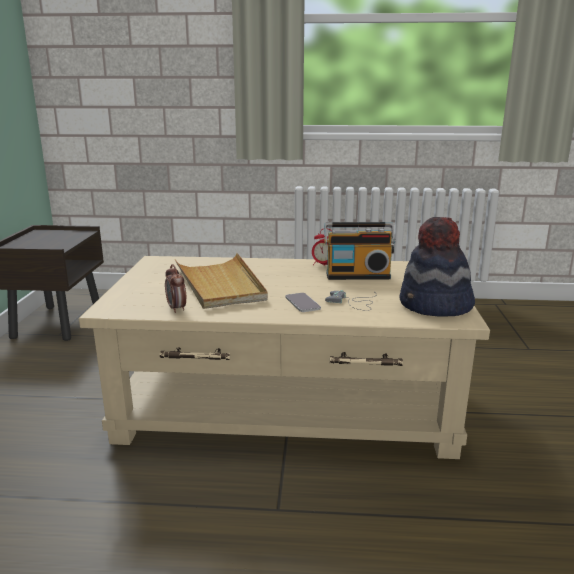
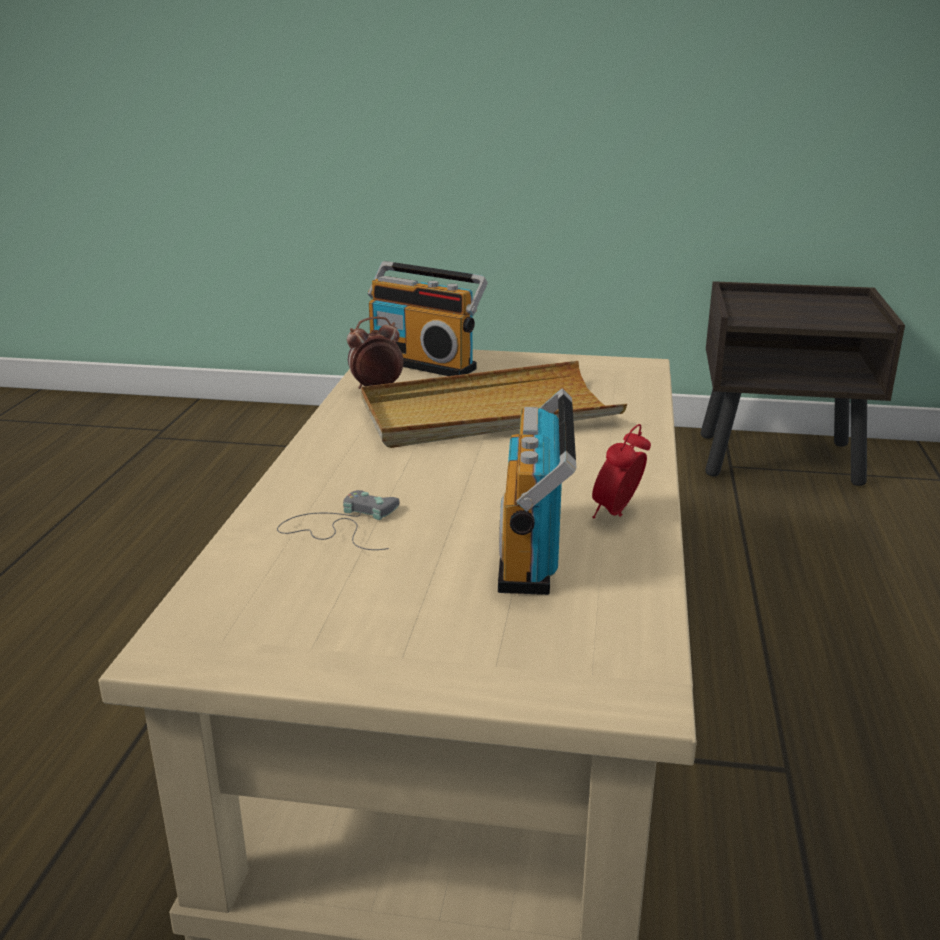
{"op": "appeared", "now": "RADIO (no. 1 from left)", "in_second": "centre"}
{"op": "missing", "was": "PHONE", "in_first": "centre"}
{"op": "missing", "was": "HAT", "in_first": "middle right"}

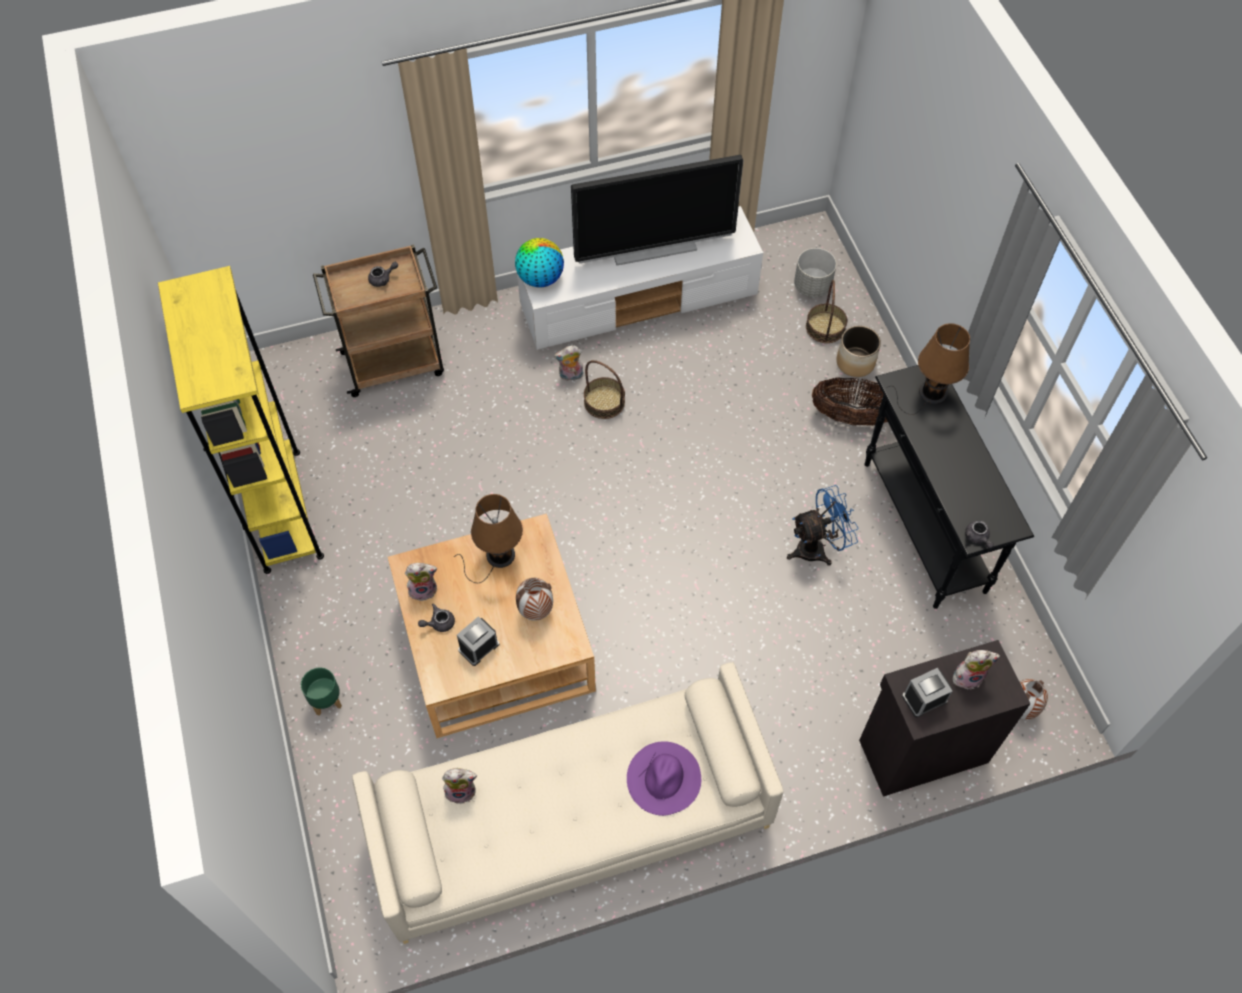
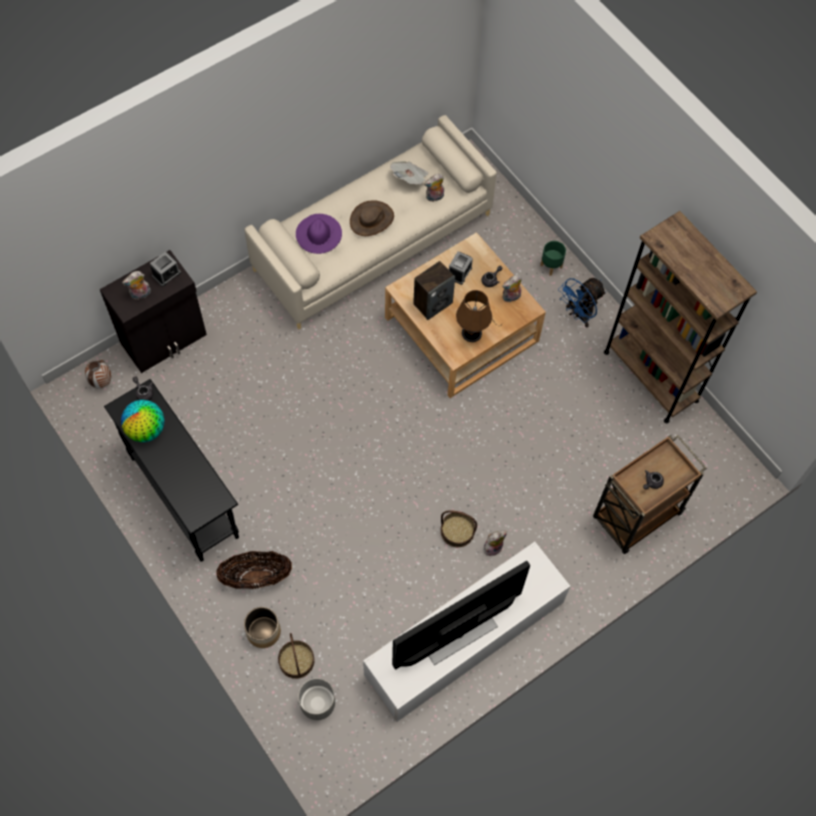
{"op": "relocated", "was": "GLOBE", "in_first": "top centre", "in_second": "middle left"}
{"op": "appeared", "now": "BROWN HAT", "in_second": "top centre"}
{"op": "appeared", "now": "NEWSPAPER", "in_second": "top centre"}
{"op": "exchanged", "was": "VASE (no. 1 from left)", "now": "SPEAKER", "in_first": "centre", "in_second": "centre"}
{"op": "relocated", "was": "BLUE FAN", "in_first": "centre", "in_second": "middle right"}
{"op": "colour", "was": "YELLOW BOOKCASE", "now": "BROWN BOOKCASE", "in_first": "middle left", "in_second": "middle right"}
{"op": "missing", "was": "BROWN TABLE LAMP (no. 2 from left)", "in_first": "middle right"}

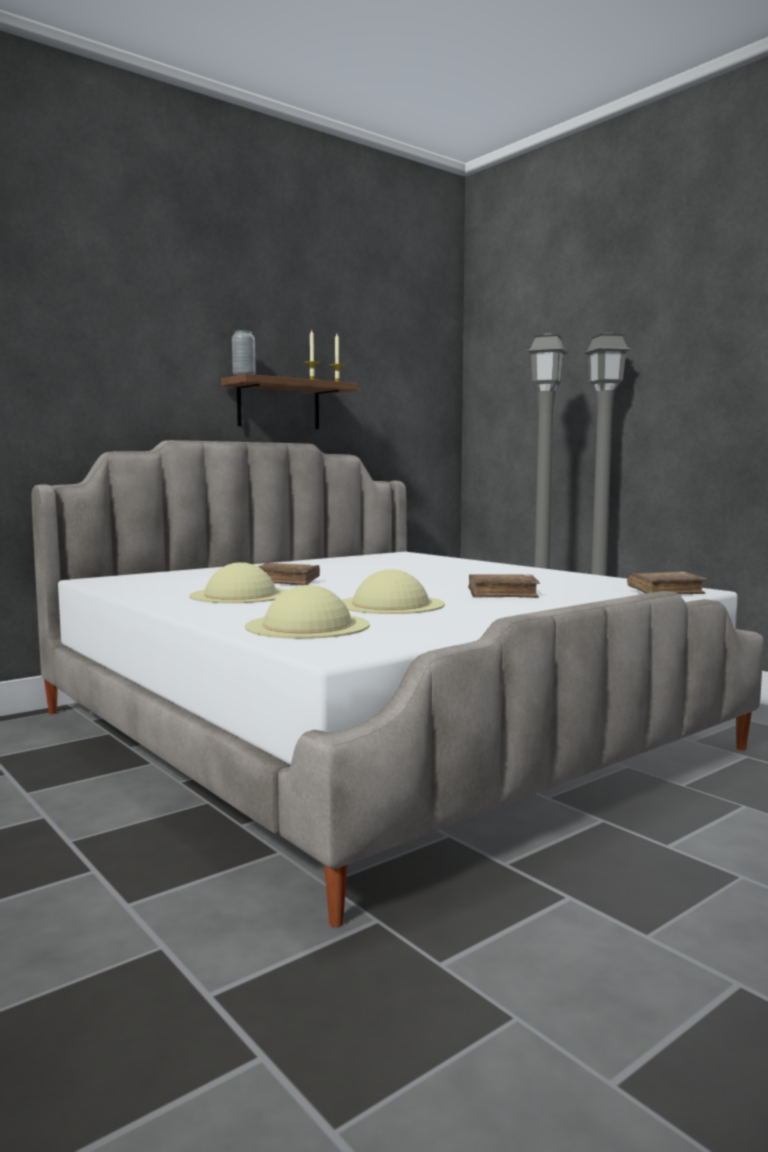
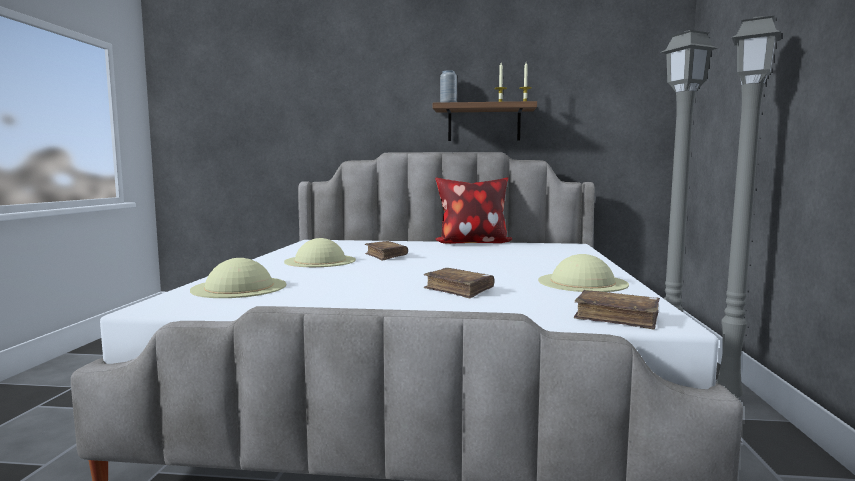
{"op": "appeared", "now": "PILLOW", "in_second": "centre"}
{"op": "relocated", "was": "BEIGE HAT (no. 3 from left)", "in_first": "centre", "in_second": "middle right"}

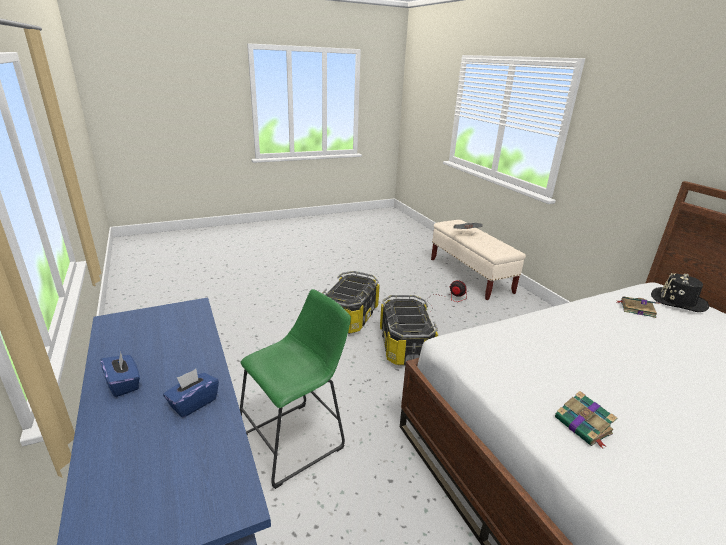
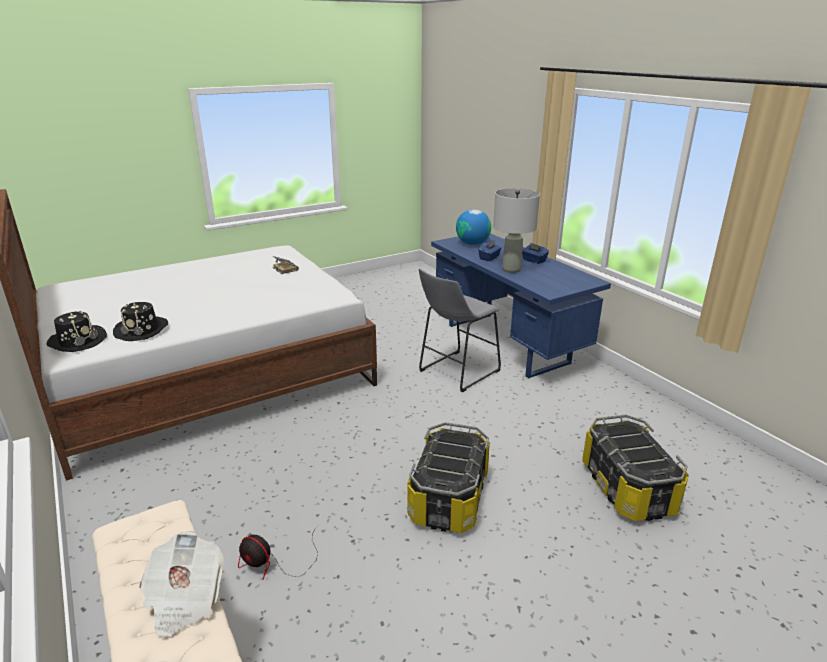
{"op": "exchanged", "was": "BOOK (no. 2 from left)", "now": "BLACK HAT (no. 2 from left)", "in_first": "middle right", "in_second": "middle left"}
{"op": "colour", "was": "GREEN STOOL", "now": "GREY STOOL", "in_first": "bottom centre", "in_second": "centre"}
{"op": "appeared", "now": "GLOBE", "in_second": "centre"}
{"op": "appeared", "now": "GREY TABLE LAMP", "in_second": "centre"}
{"op": "relocated", "was": "STORAGE BOX (no. 2 from left)", "in_first": "centre", "in_second": "bottom right"}

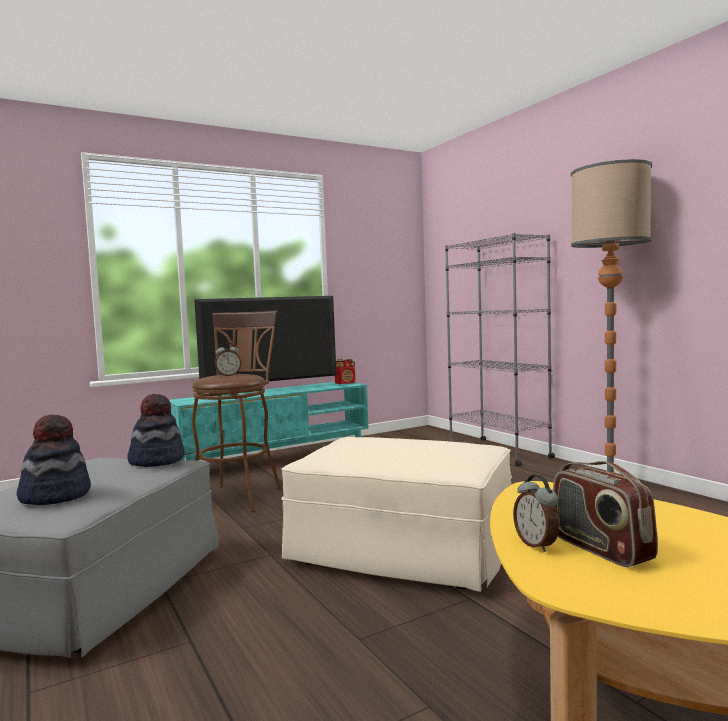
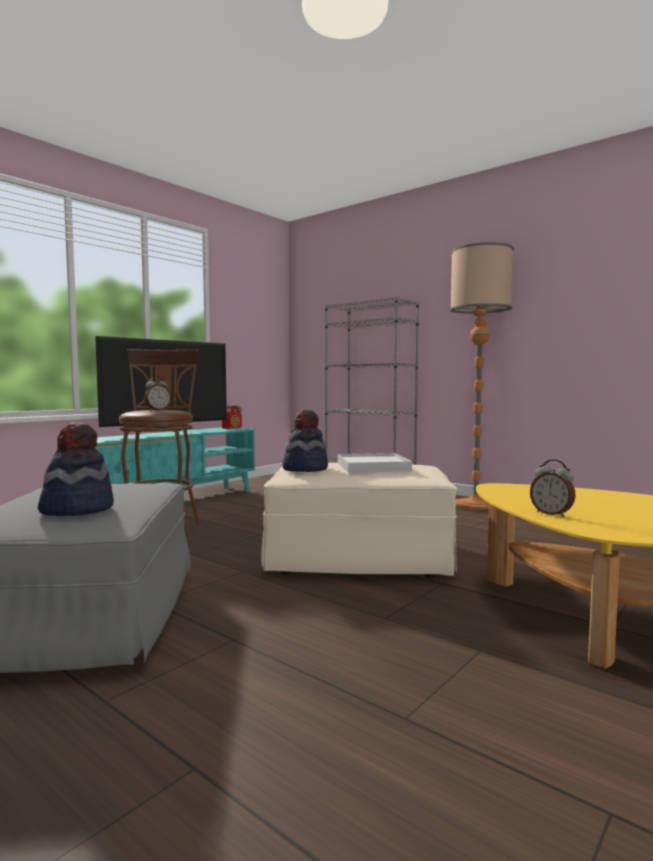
{"op": "relocated", "was": "HAT (no. 2 from left)", "in_first": "middle left", "in_second": "centre"}
{"op": "appeared", "now": "WHITE TRAY", "in_second": "centre"}
{"op": "missing", "was": "RADIO (no. 2 from left)", "in_first": "bottom right"}

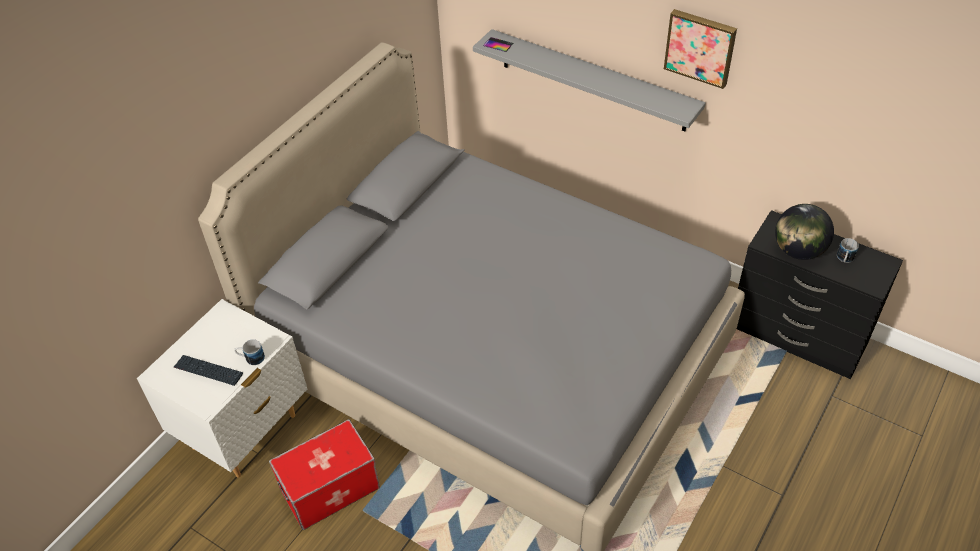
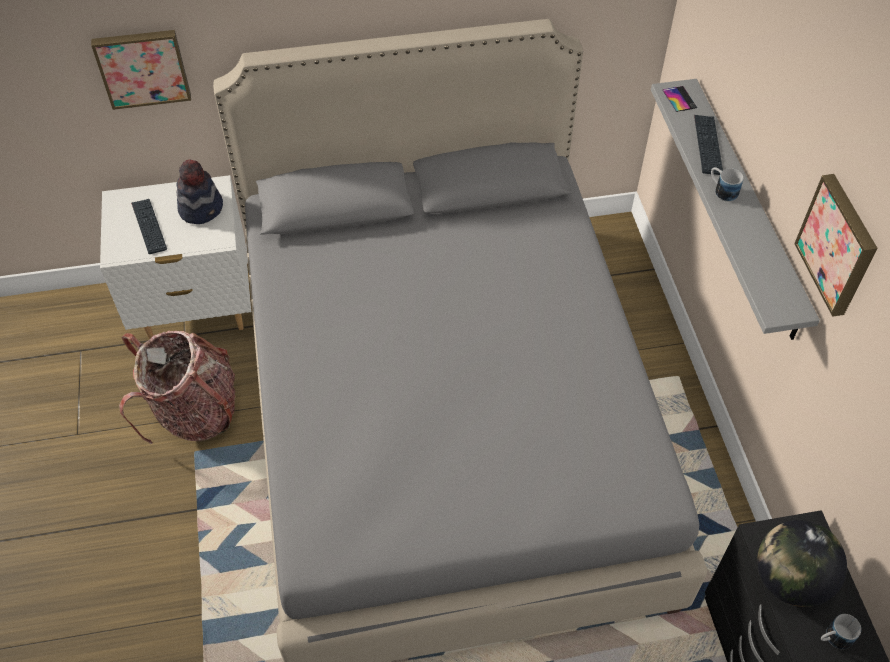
{"op": "appeared", "now": "PICTURE (no. 1 from left)", "in_second": "top left"}
{"op": "exchanged", "was": "STORAGE BOX", "now": "BACKPACK", "in_first": "bottom left", "in_second": "middle left"}
{"op": "appeared", "now": "HAT", "in_second": "top left"}
{"op": "appeared", "now": "KEYBOARD (no. 2 from left)", "in_second": "top right"}
{"op": "relocated", "was": "MUG (no. 1 from left)", "in_first": "middle left", "in_second": "top right"}

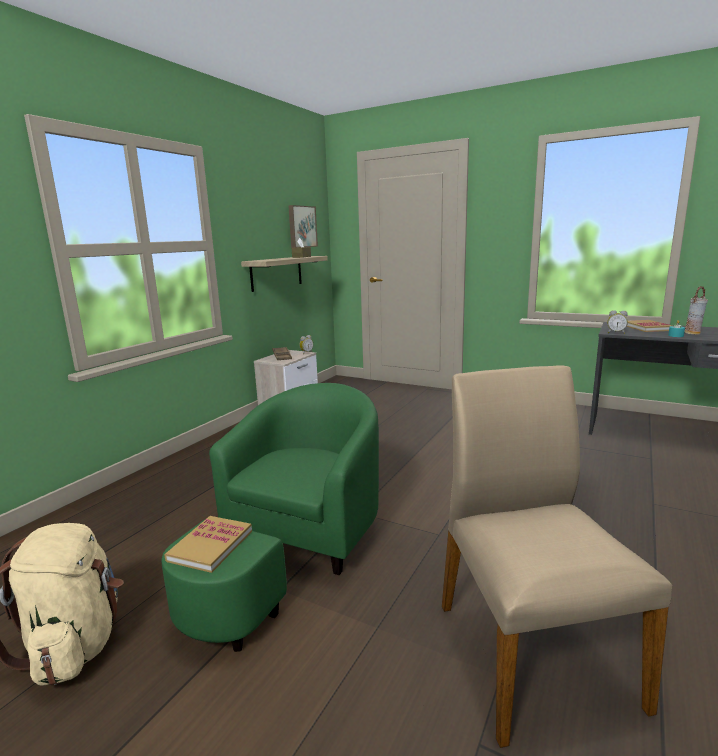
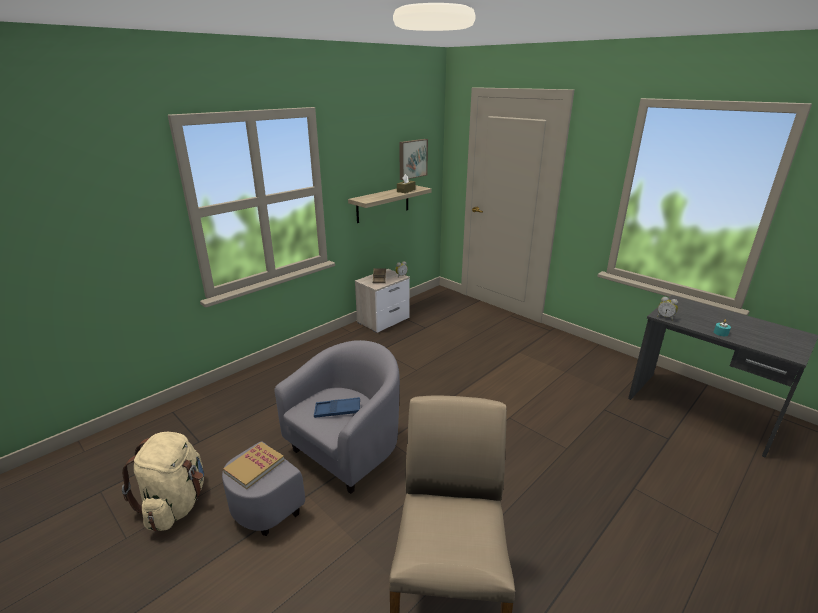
{"op": "colour", "was": "GREEN ARMCHAIR", "now": "GREY ARMCHAIR", "in_first": "bottom centre", "in_second": "bottom centre"}
{"op": "appeared", "now": "BLUE TRAY", "in_second": "centre"}
{"op": "missing", "was": "BOOK (no. 2 from left)", "in_first": "middle right"}
{"op": "missing", "was": "VASE", "in_first": "middle right"}

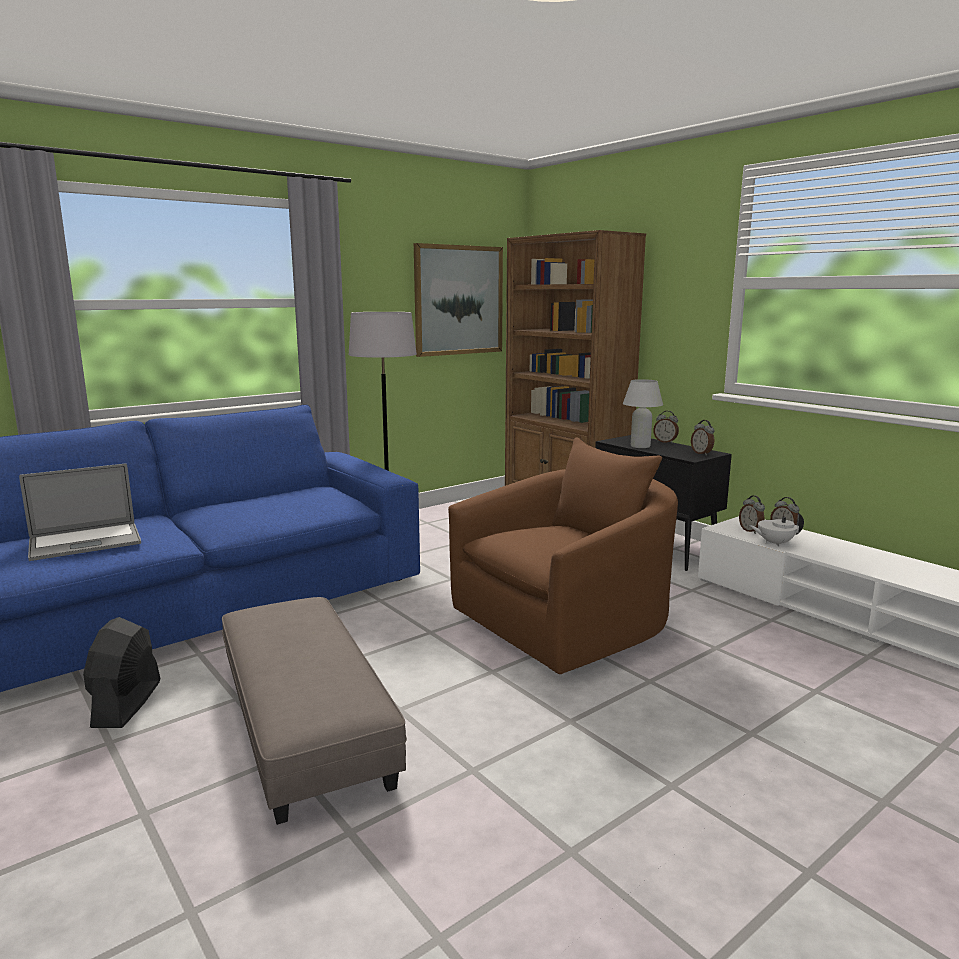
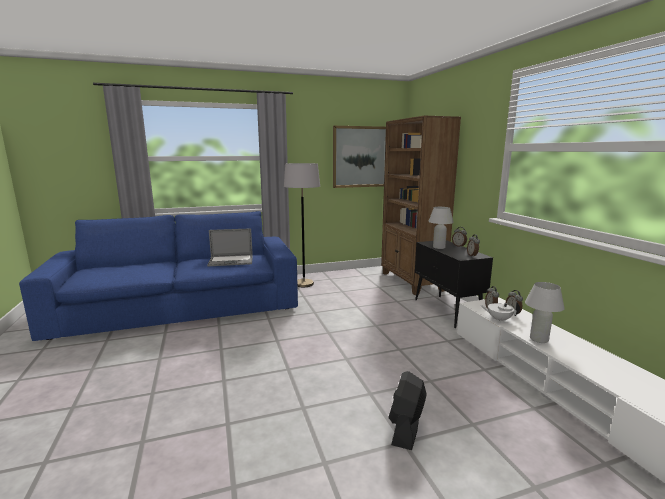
{"op": "relocated", "was": "LAPTOP", "in_first": "middle left", "in_second": "centre"}
{"op": "relocated", "was": "BLACK FAN", "in_first": "bottom left", "in_second": "bottom centre"}
{"op": "appeared", "now": "WHITE TABLE LAMP (no. 2 from left)", "in_second": "middle right"}
{"op": "missing", "was": "GREY OTTOMAN", "in_first": "bottom left"}
{"op": "missing", "was": "BROWN ARMCHAIR", "in_first": "centre"}

